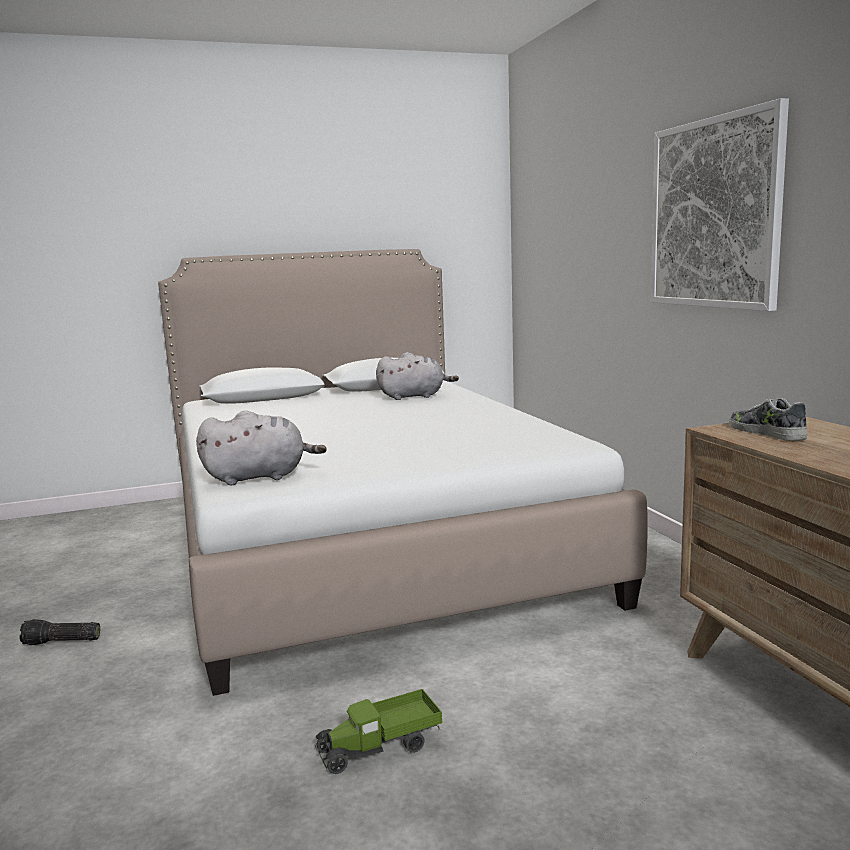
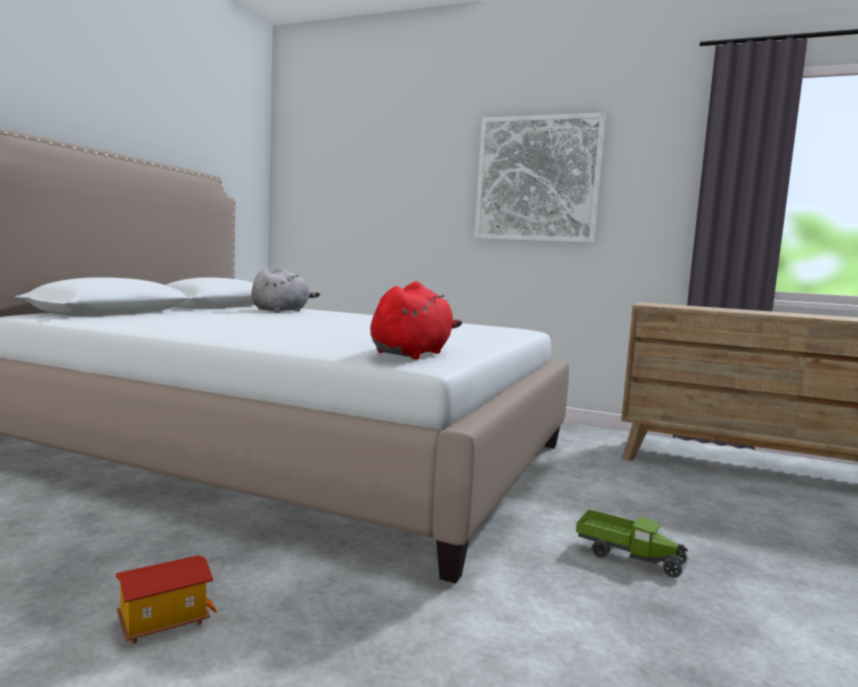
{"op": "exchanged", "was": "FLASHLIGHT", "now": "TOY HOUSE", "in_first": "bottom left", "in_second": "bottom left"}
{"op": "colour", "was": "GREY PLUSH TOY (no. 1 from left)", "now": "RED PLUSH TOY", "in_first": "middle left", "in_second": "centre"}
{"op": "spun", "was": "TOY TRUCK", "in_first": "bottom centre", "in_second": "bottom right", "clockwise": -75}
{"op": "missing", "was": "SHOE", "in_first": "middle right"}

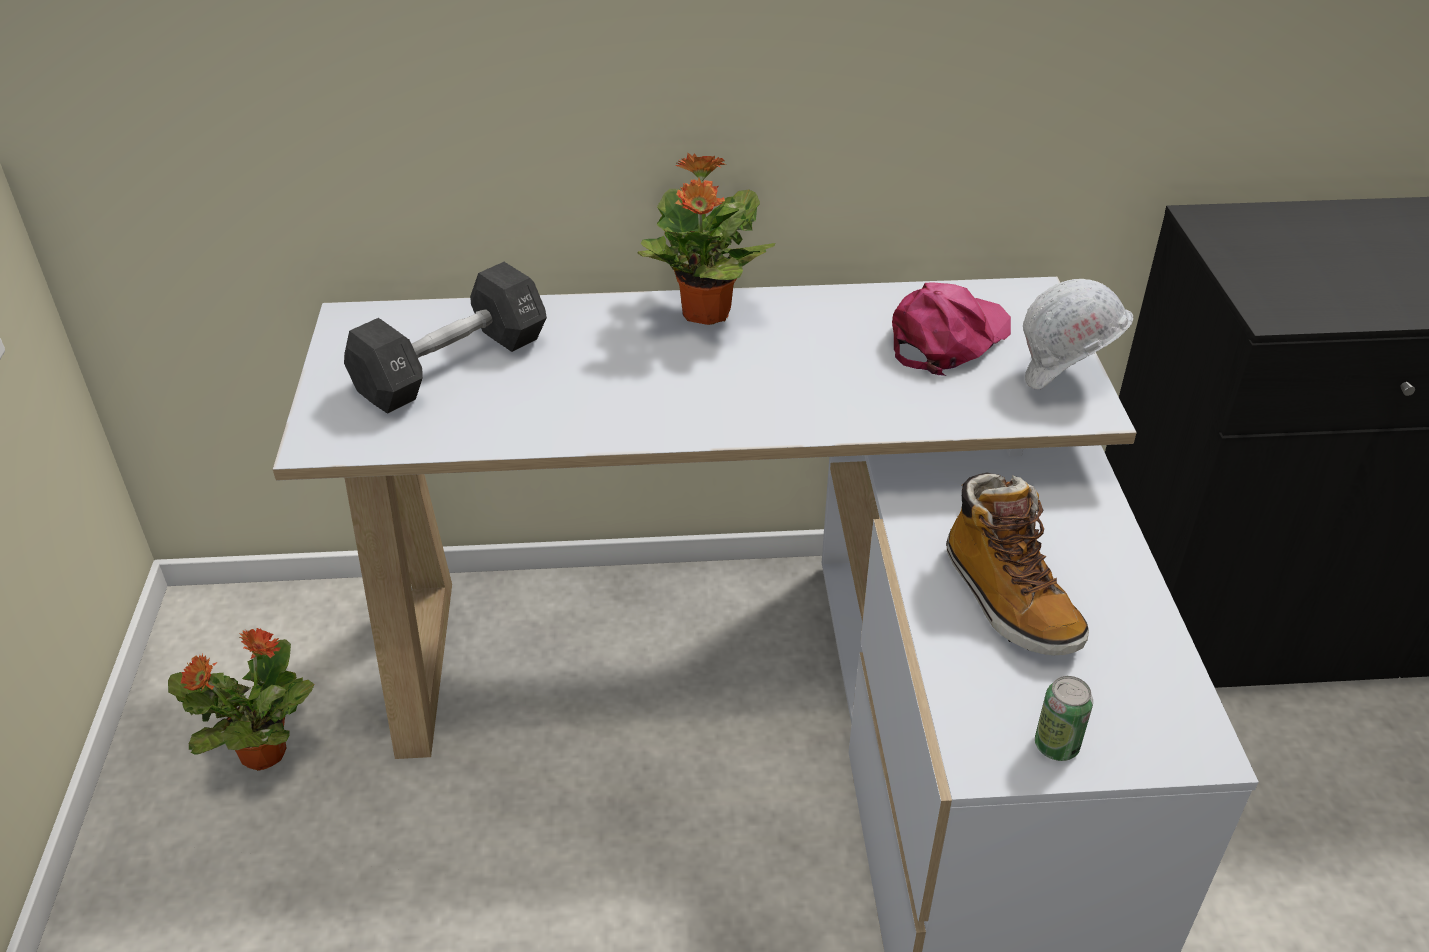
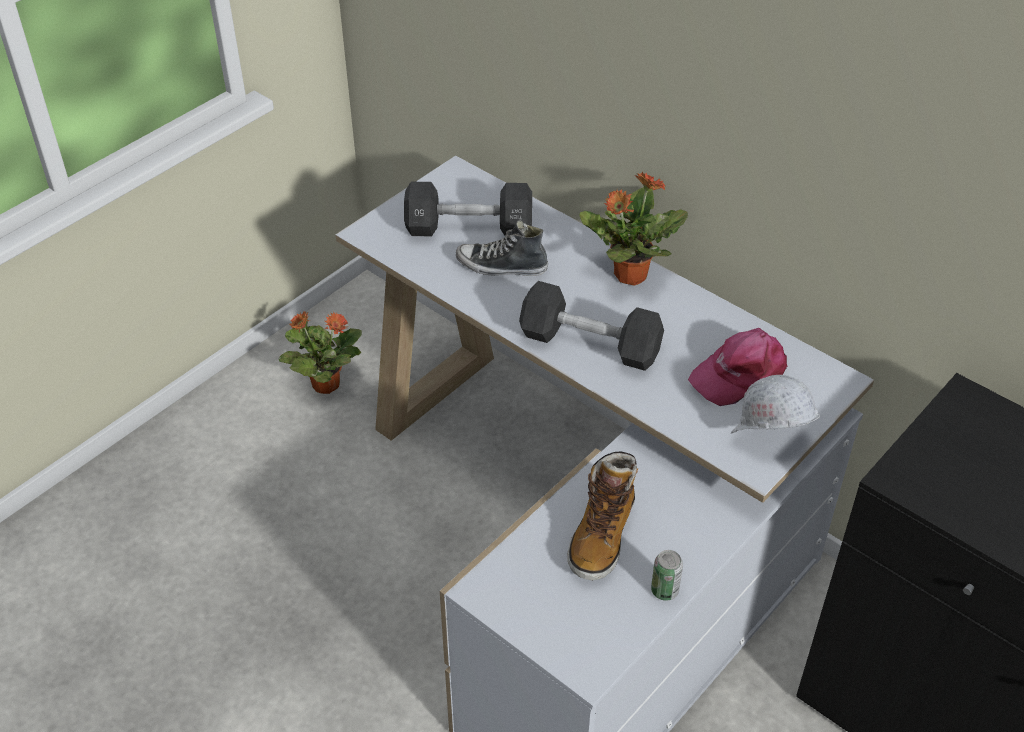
{"op": "appeared", "now": "SHOE", "in_second": "centre"}
{"op": "appeared", "now": "BLACK DUMBBELL (no. 2 from left)", "in_second": "centre"}
{"op": "relocated", "was": "CAN", "in_first": "bottom right", "in_second": "bottom centre"}
{"op": "spun", "was": "PINK CAP", "in_first": "centre", "in_second": "middle right", "clockwise": 150}

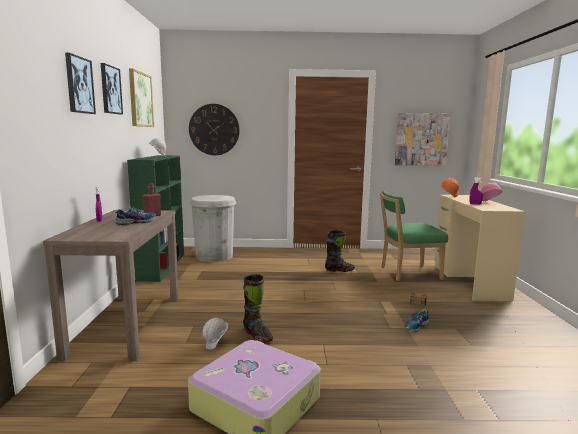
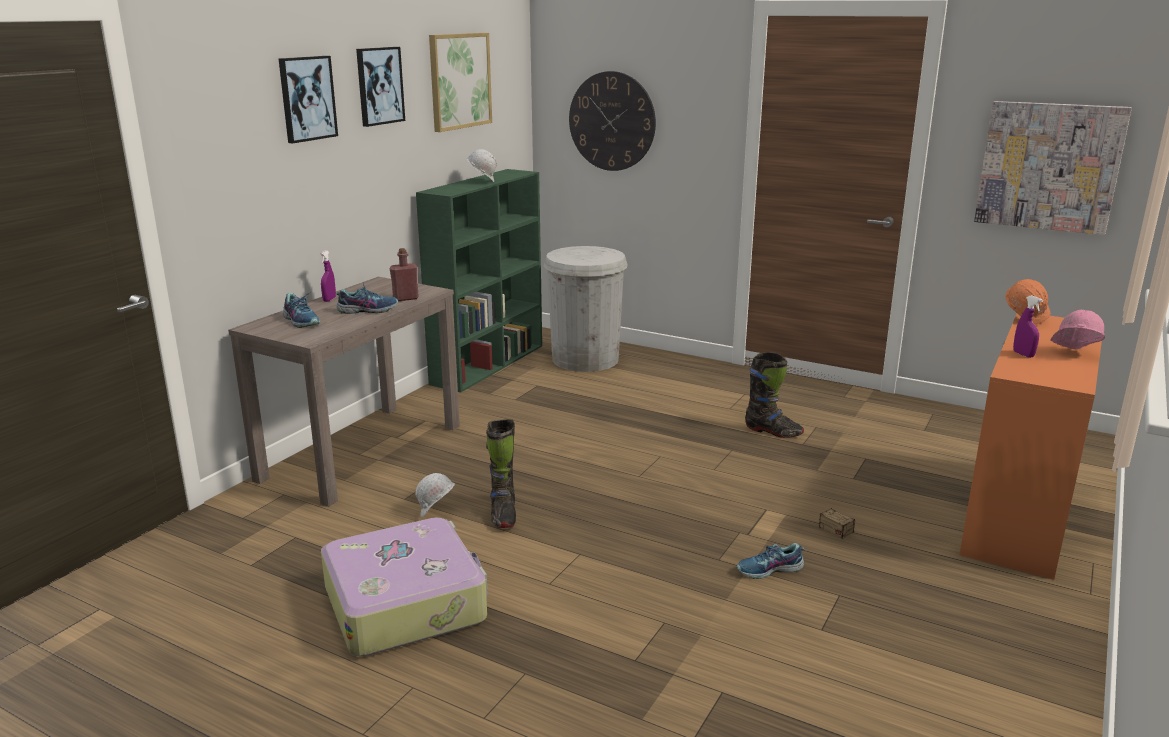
{"op": "appeared", "now": "SHOE (no. 1 from left)", "in_second": "middle left"}
{"op": "colour", "was": "BEIGE DESK", "now": "ORANGE DESK", "in_first": "middle right", "in_second": "middle right"}
{"op": "missing", "was": "GREEN CHAIR", "in_first": "middle right"}

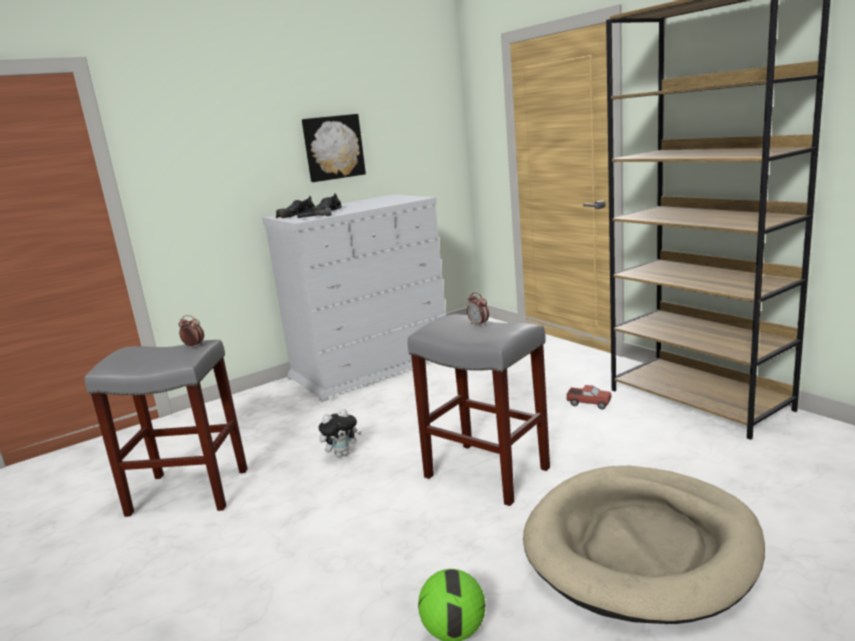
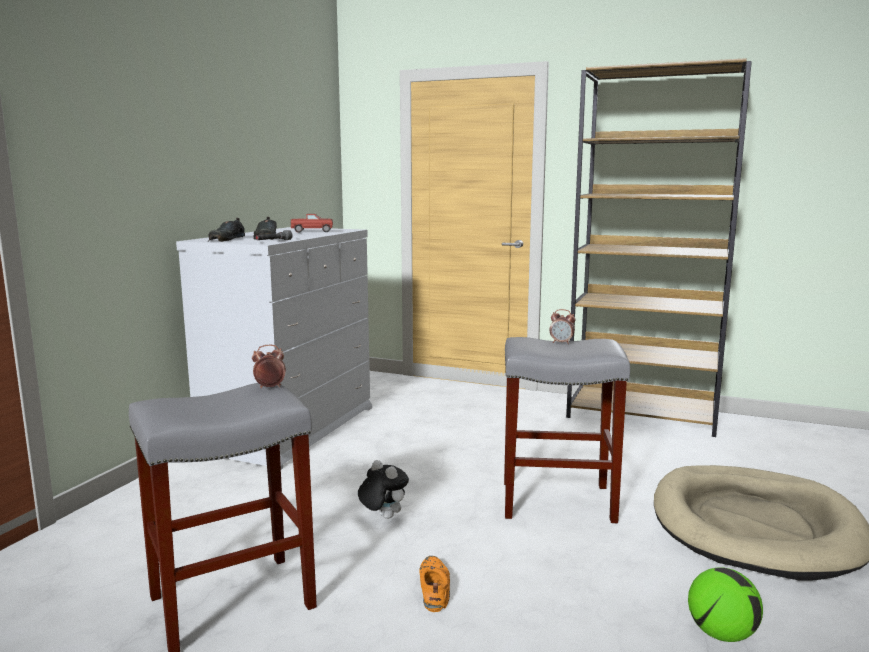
{"op": "relocated", "was": "TOY TRUCK", "in_first": "middle right", "in_second": "centre"}
{"op": "spun", "was": "PLUSH TOY", "in_first": "bottom centre", "in_second": "bottom centre", "clockwise": -75}
{"op": "appeared", "now": "ORANGE SHOE", "in_second": "bottom centre"}
{"op": "missing", "was": "PICTURE", "in_first": "top centre"}

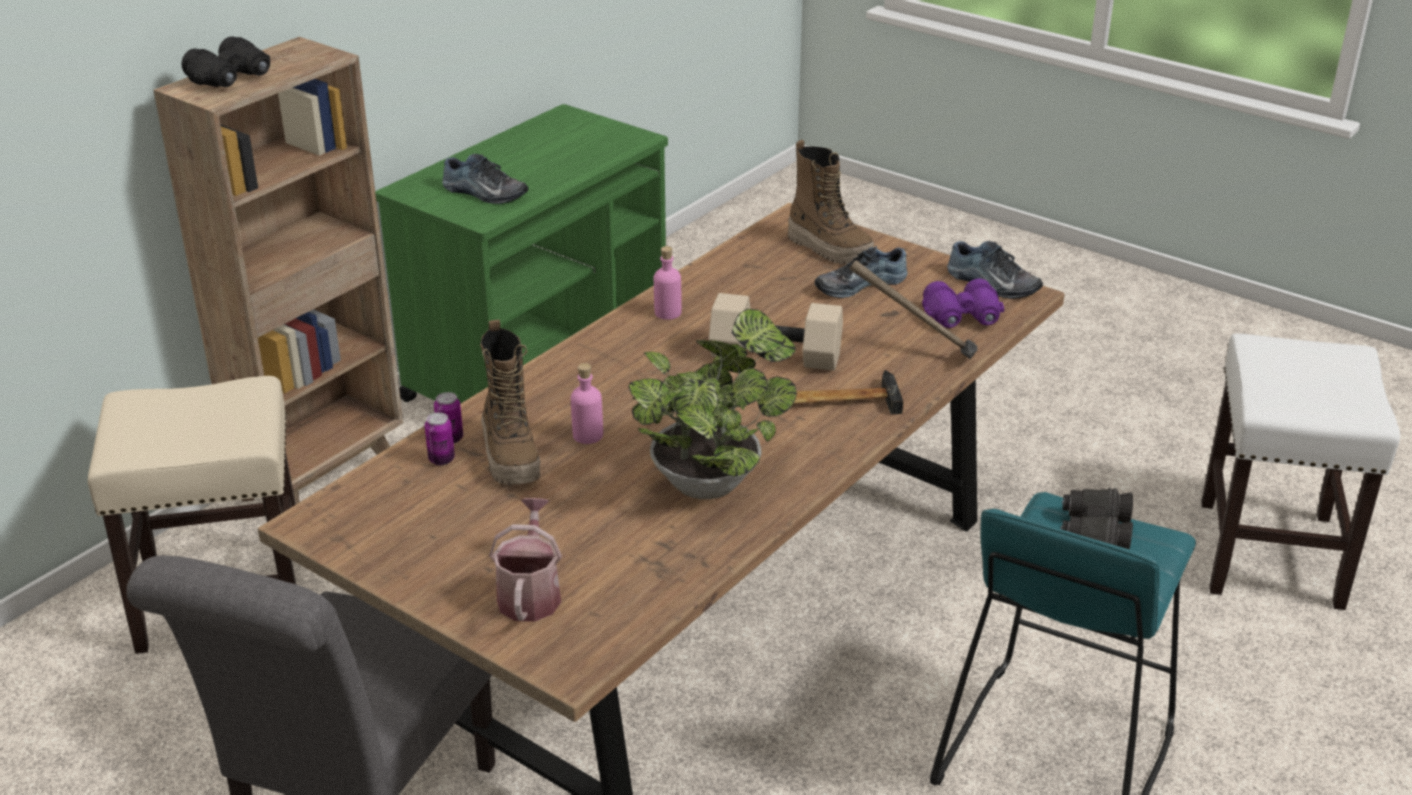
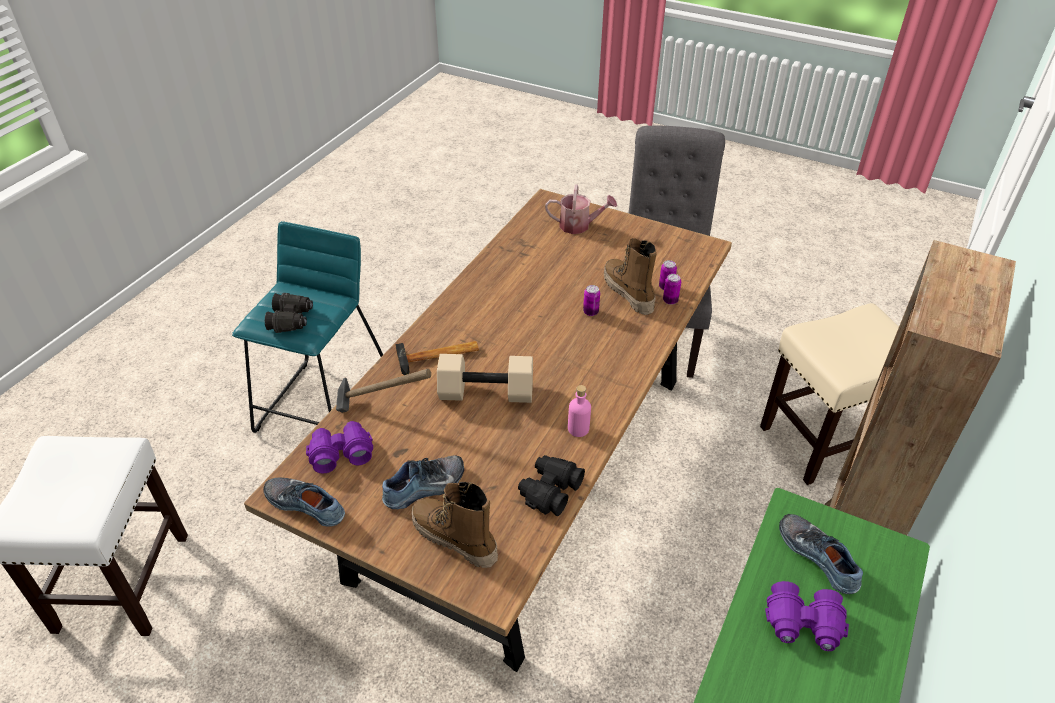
{"op": "relocated", "was": "BLACK BINOCULARS (no. 1 from left in the first image)", "now": "BLACK BINOCULARS (no. 2 from left)", "in_first": "top left", "in_second": "bottom centre"}
{"op": "spun", "was": "WATERING CAN", "in_first": "bottom centre", "in_second": "top centre", "clockwise": -75}
{"op": "exchanged", "was": "PINK BOTTLE (no. 1 from left)", "now": "CAN (no. 1 from left)", "in_first": "centre", "in_second": "centre"}
{"op": "appeared", "now": "PURPLE BINOCULARS (no. 2 from left)", "in_second": "bottom right"}
{"op": "spun", "was": "SHOE (no. 1 from left in the first image)", "in_first": "top centre", "in_second": "bottom right", "clockwise": 45}
{"op": "missing", "was": "POTTED PLANT", "in_first": "centre"}

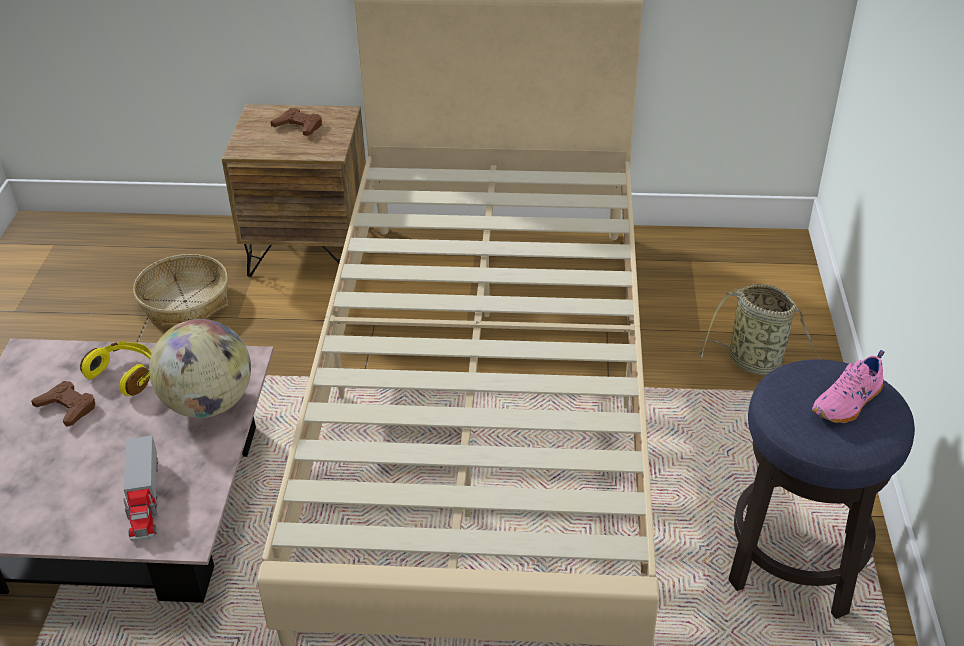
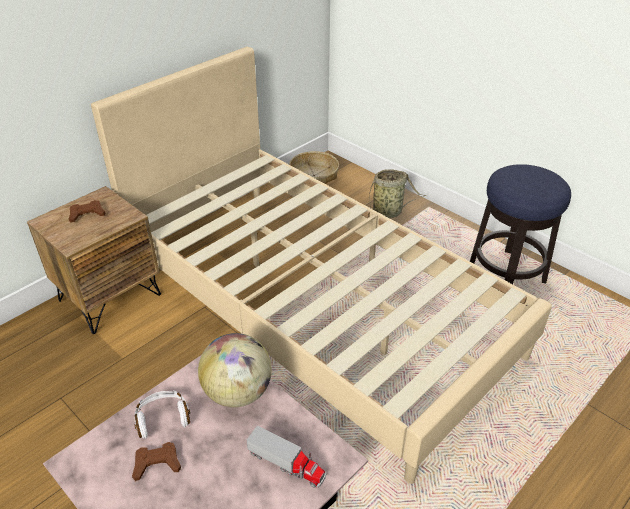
{"op": "colour", "was": "YELLOW HEADPHONES", "now": "WHITE HEADPHONES", "in_first": "middle left", "in_second": "bottom left"}
{"op": "relocated", "was": "BASKET (no. 1 from left)", "in_first": "middle left", "in_second": "top centre"}
{"op": "missing", "was": "PINK SHOE", "in_first": "middle right"}

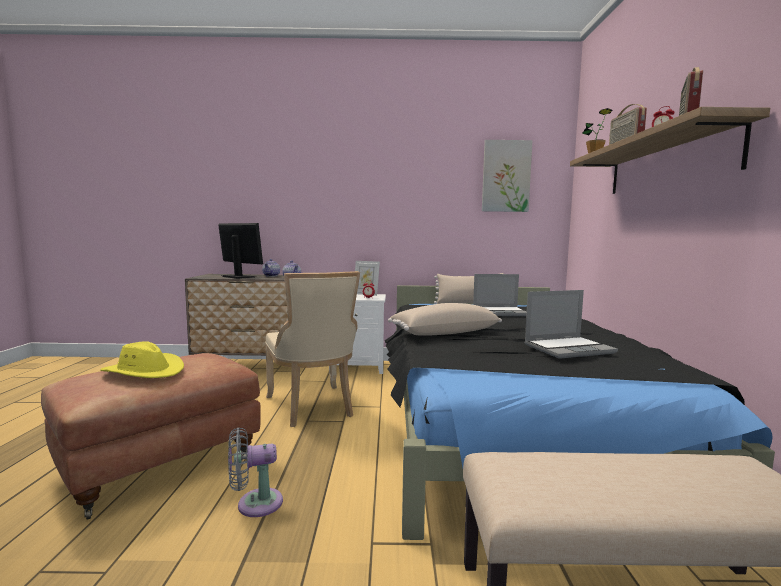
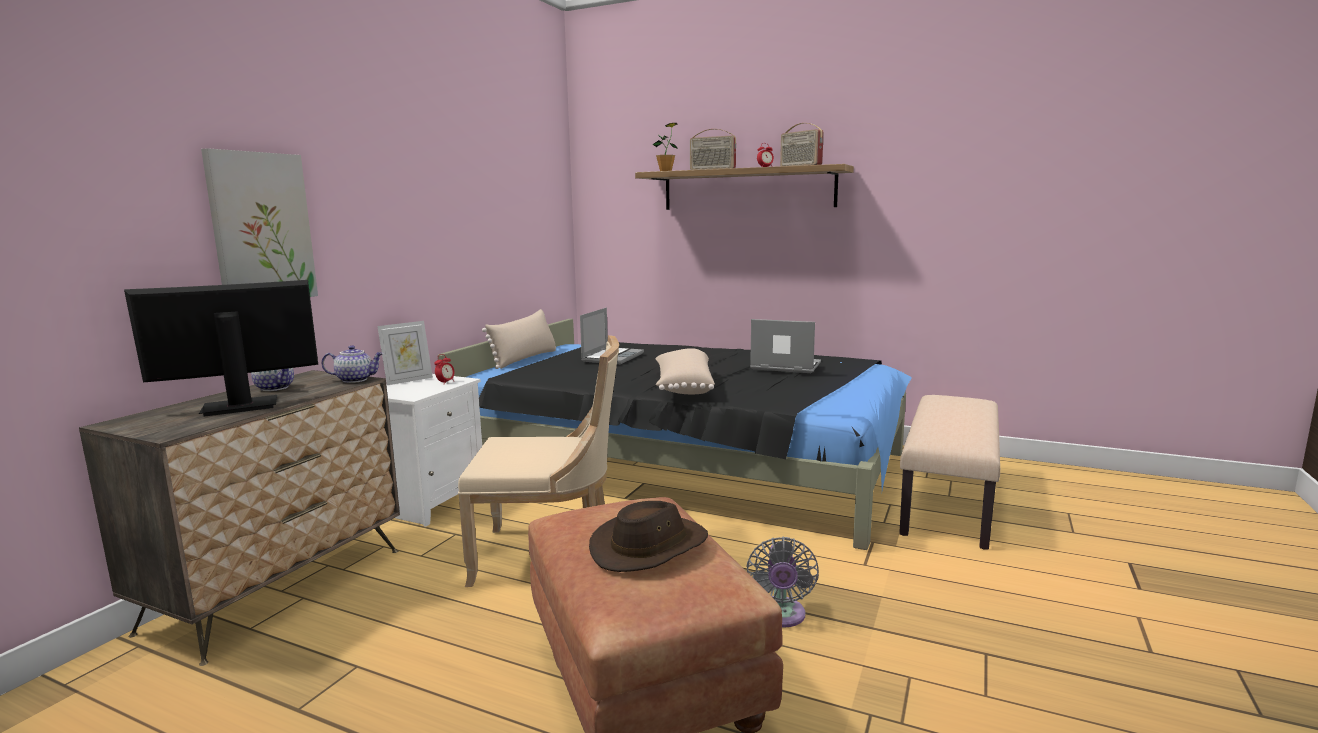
{"op": "relocated", "was": "PICTURE", "in_first": "top centre", "in_second": "top left"}
{"op": "colour", "was": "YELLOW HAT", "now": "BROWN HAT", "in_first": "middle left", "in_second": "bottom centre"}
{"op": "spun", "was": "LAPTOP (no. 2 from left)", "in_first": "middle right", "in_second": "centre", "clockwise": -75}

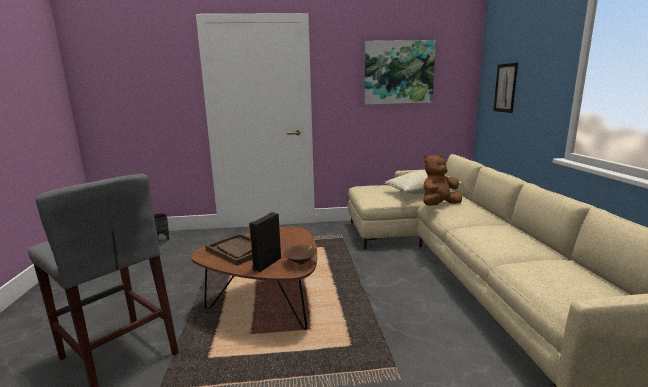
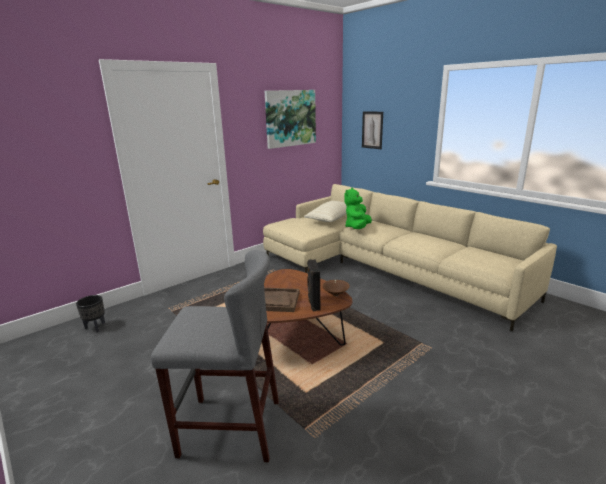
{"op": "colour", "was": "BROWN PLUSH TOY", "now": "GREEN PLUSH TOY", "in_first": "middle right", "in_second": "centre"}

